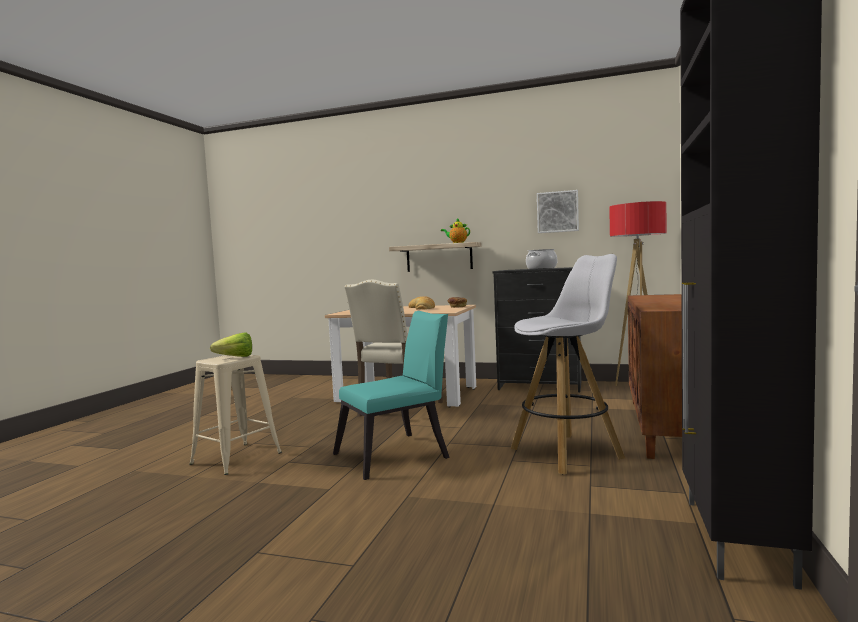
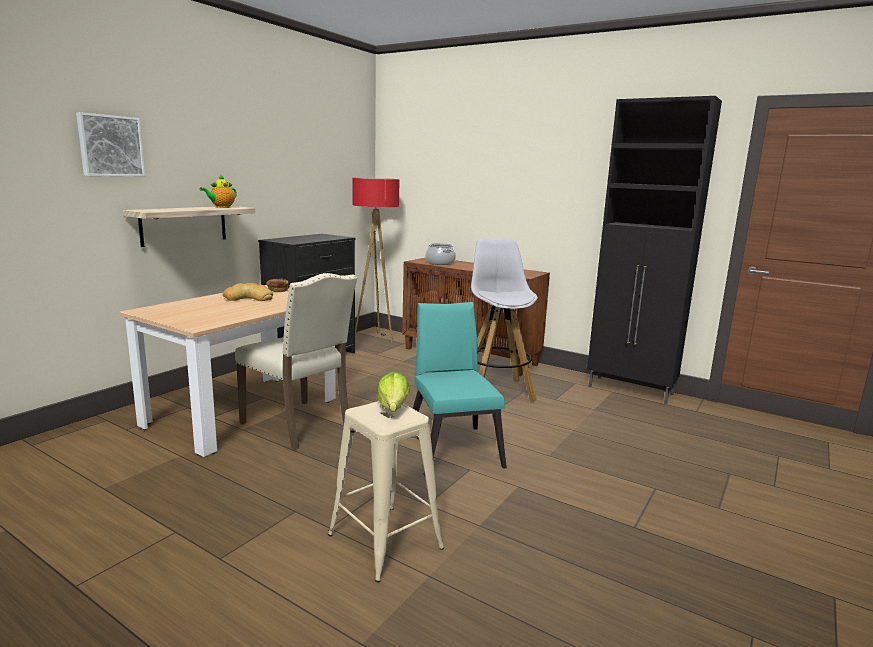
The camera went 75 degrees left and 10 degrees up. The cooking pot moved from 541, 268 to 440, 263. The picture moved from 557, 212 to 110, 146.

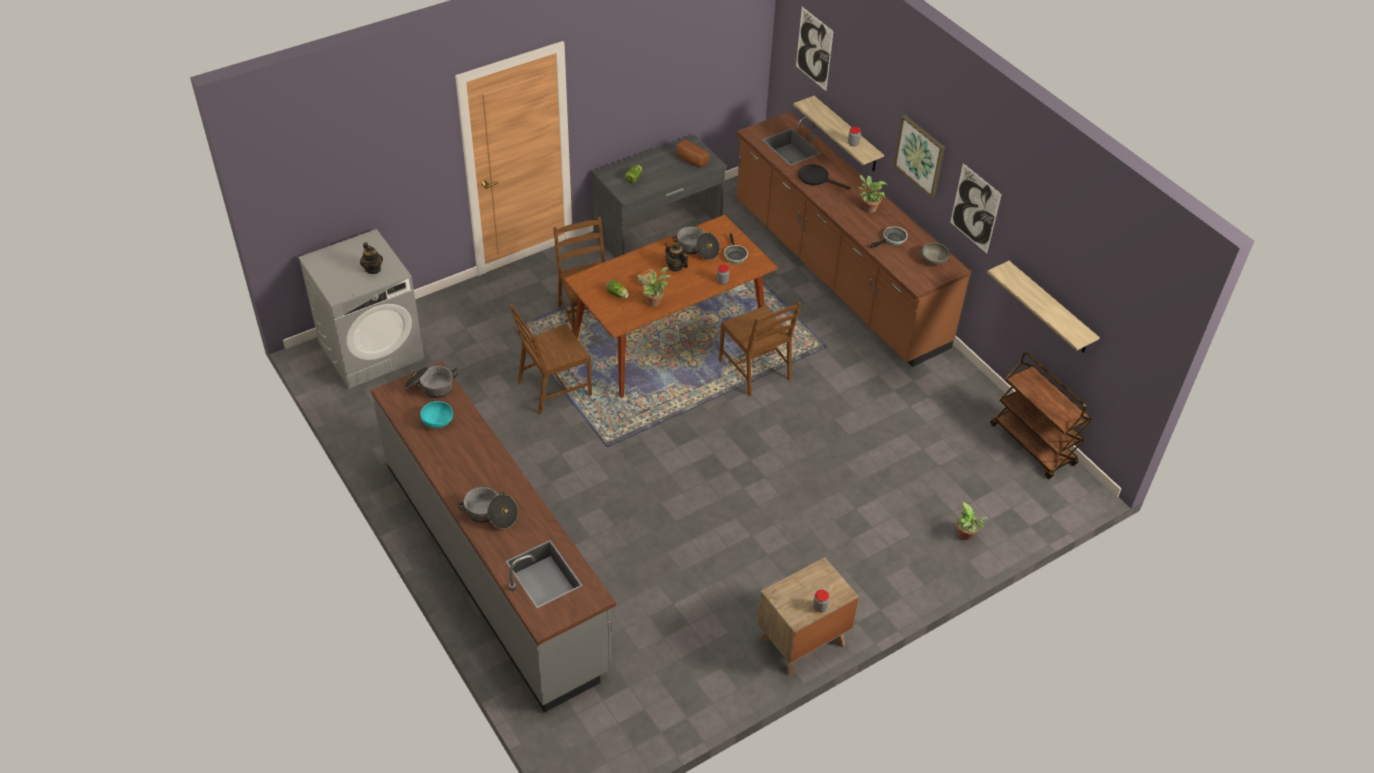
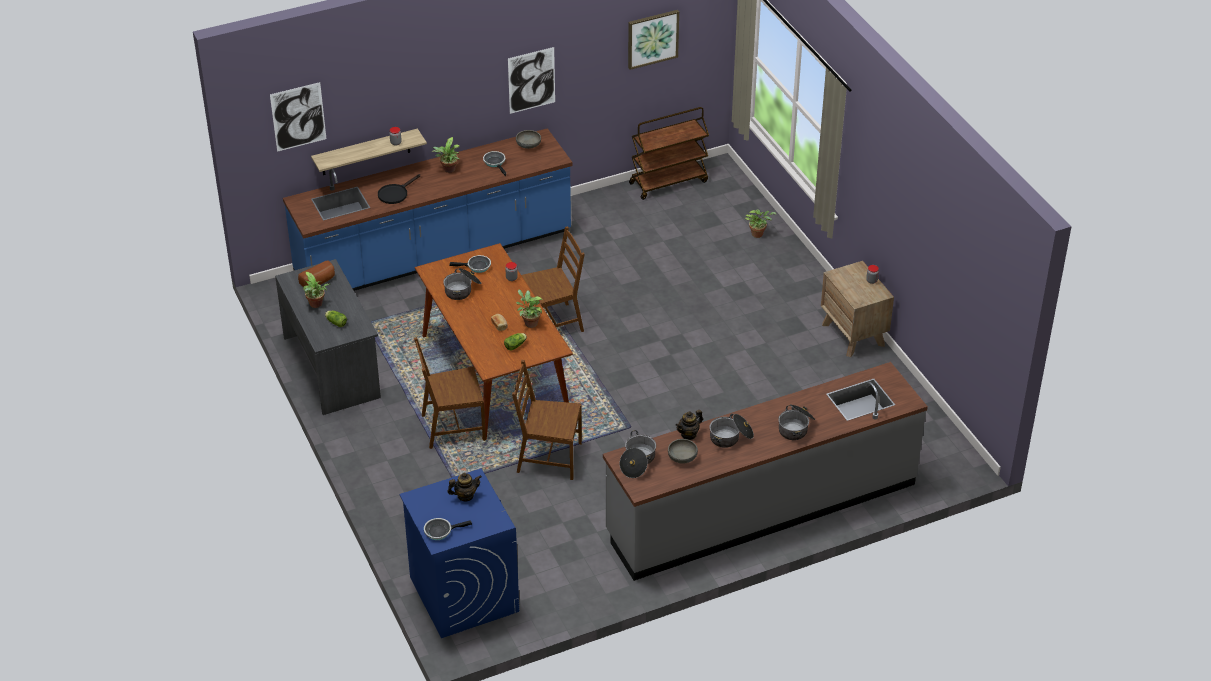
The camera went 80 degrees left and 5 degrees down. The shelf at 1050, 309 disappeared. The potted plant at 316, 305 appeared. The frying pan at 440, 531 appeared. The cooking pot at 731, 437 appeared. The teapot moved from 675, 267 to 689, 434. The picture moved from 920, 155 to 652, 38. The grey washing machine at 372, 350 became the blue washing machine at 463, 594. The turquoise bowl at 437, 421 became the grey bowl at 682, 457. The brown counter at 837, 274 became the blue counter at 434, 256. The brown chair at 554, 388 turned 120 degrees clockwise.

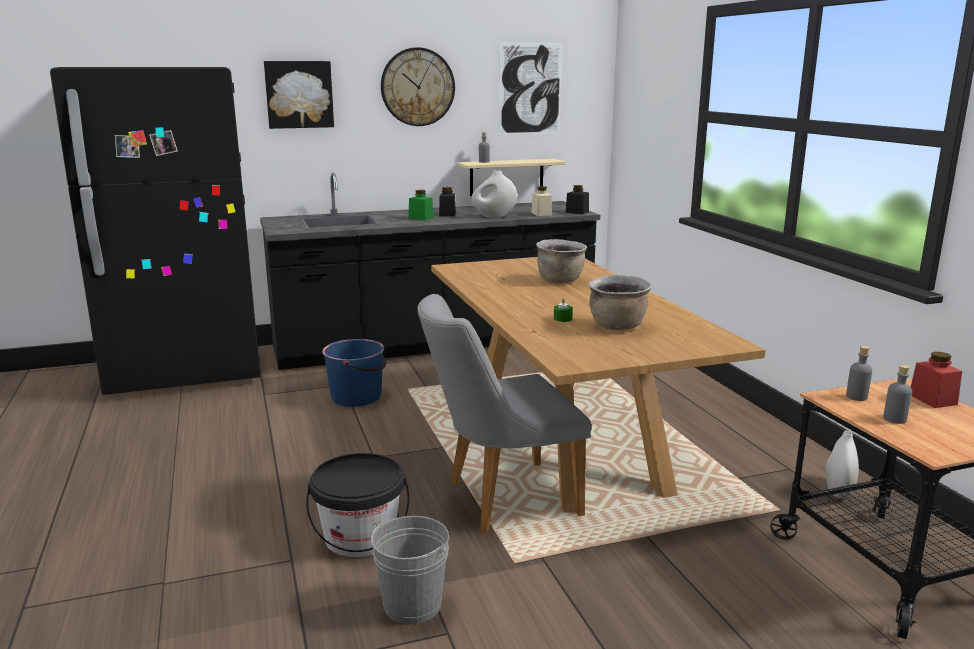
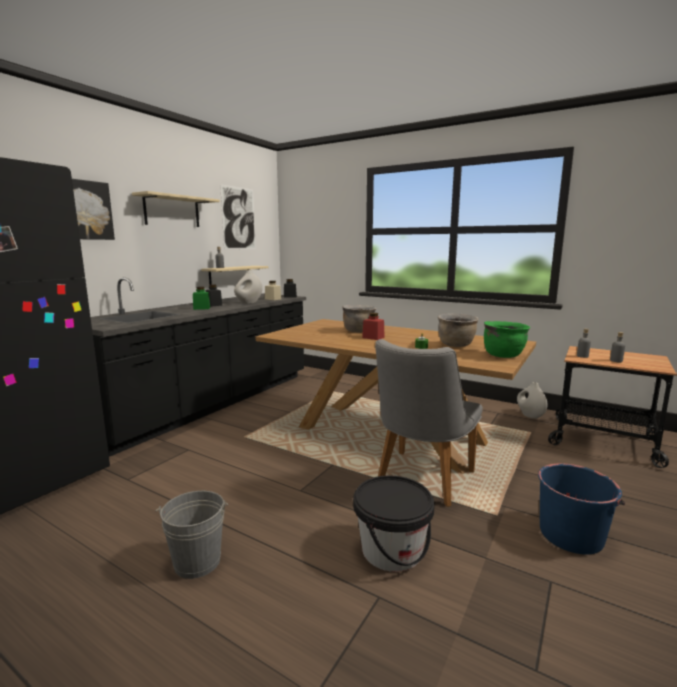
The camera went 40 degrees left and 5 degrees down. The green cooking pot at 503, 355 appeared. The blue bucket moved from 357, 397 to 571, 534. The grey bucket moved from 412, 605 to 197, 562. The red jar moved from 932, 399 to 373, 337. The wall clock at 417, 87 was replaced by the beige shelf at 172, 211.

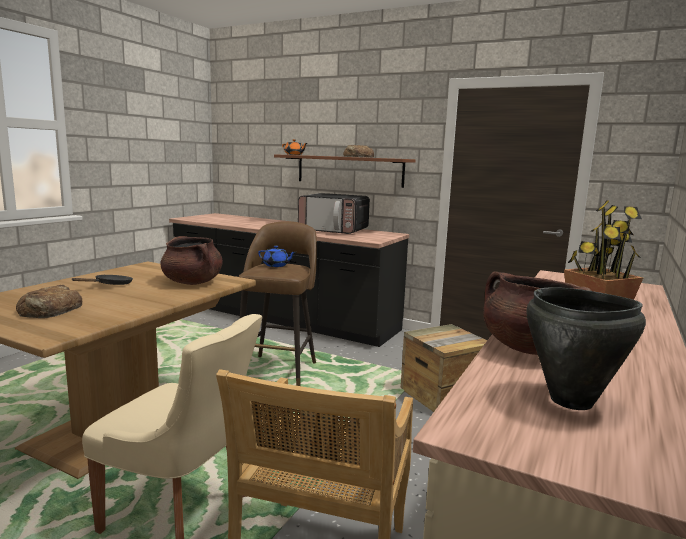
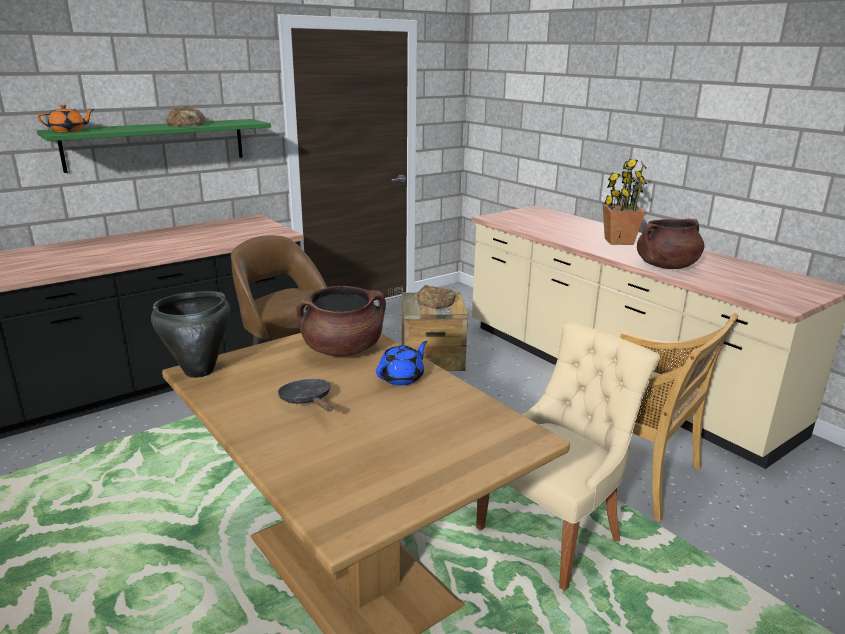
The camera went 65 degrees left and 10 degrees up. The microwave at 334, 230 disappeared. The bread moved from 50, 310 to 436, 302. The blue teapot moved from 276, 265 to 402, 378. The black cooking pot moved from 571, 401 to 200, 371. The brown shelf at 349, 170 became the green shelf at 156, 144.

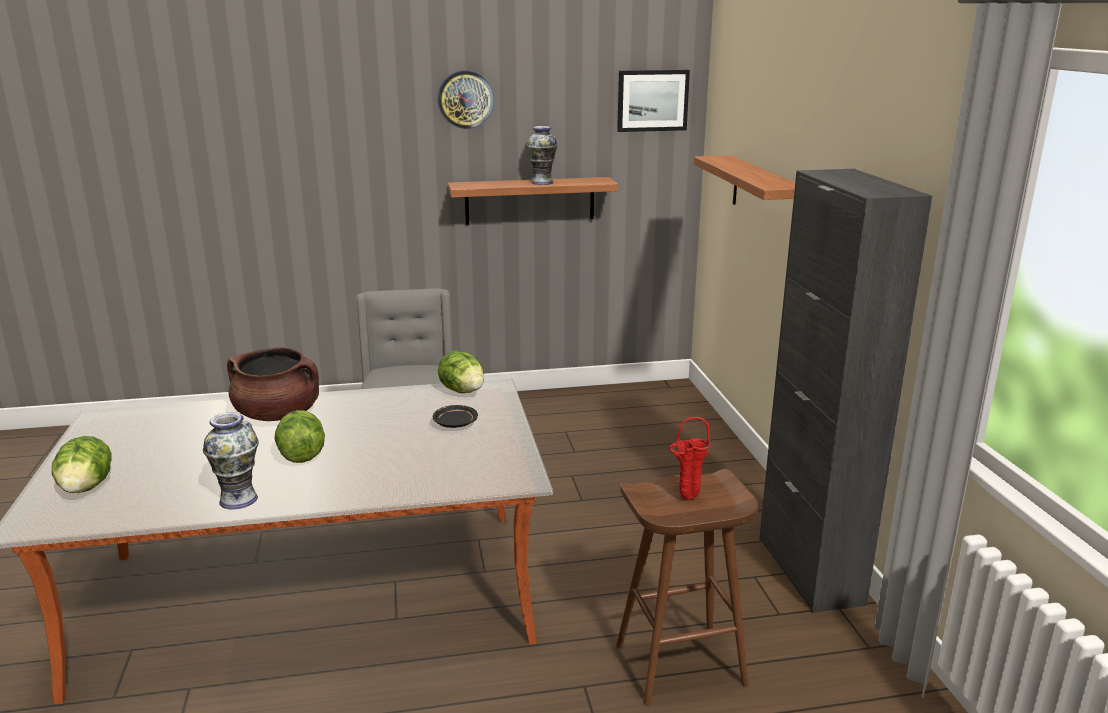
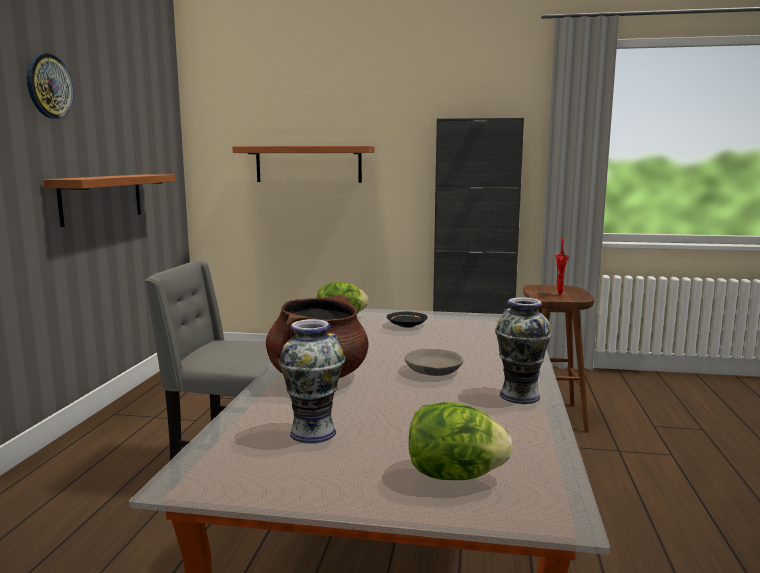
The camera went 70 degrees left and 10 degrees down. The picture at 652, 100 disappeared. The vase moved from 542, 182 to 313, 432. The lettuce at 301, 455 was replaced by the grey bowl at 433, 371.

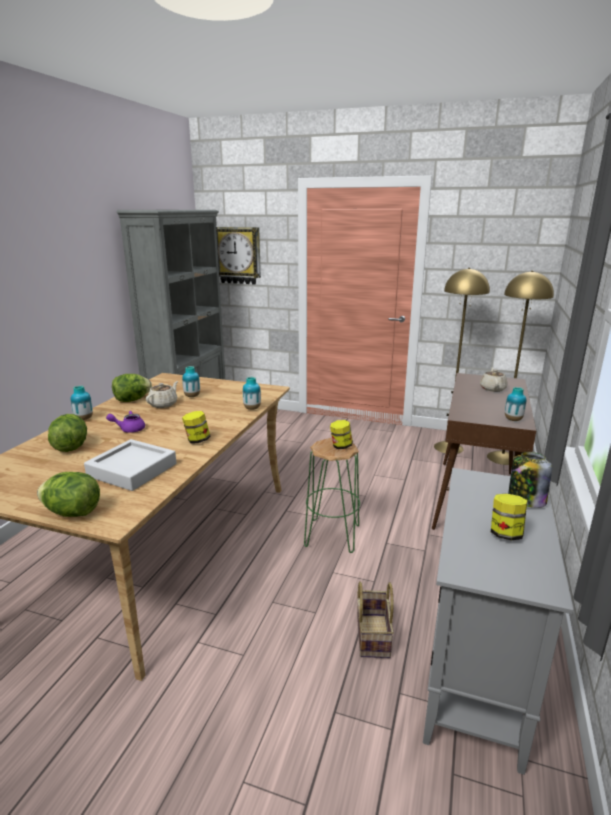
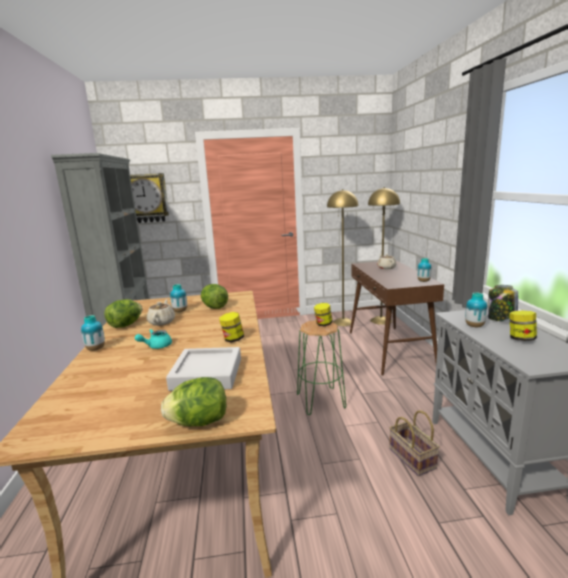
The camera went 25 degrees left and 5 degrees down. The lettuce moved from 71, 447 to 214, 307. The vase moved from 252, 408 to 474, 326. The purple teapot at 129, 429 became the turquoise teapot at 156, 346.

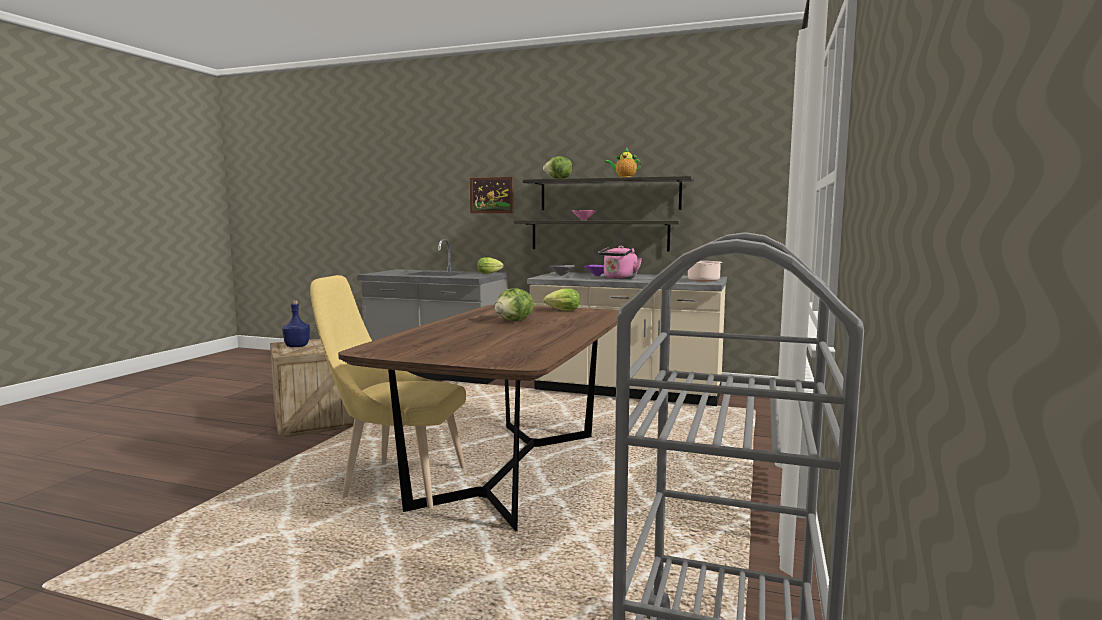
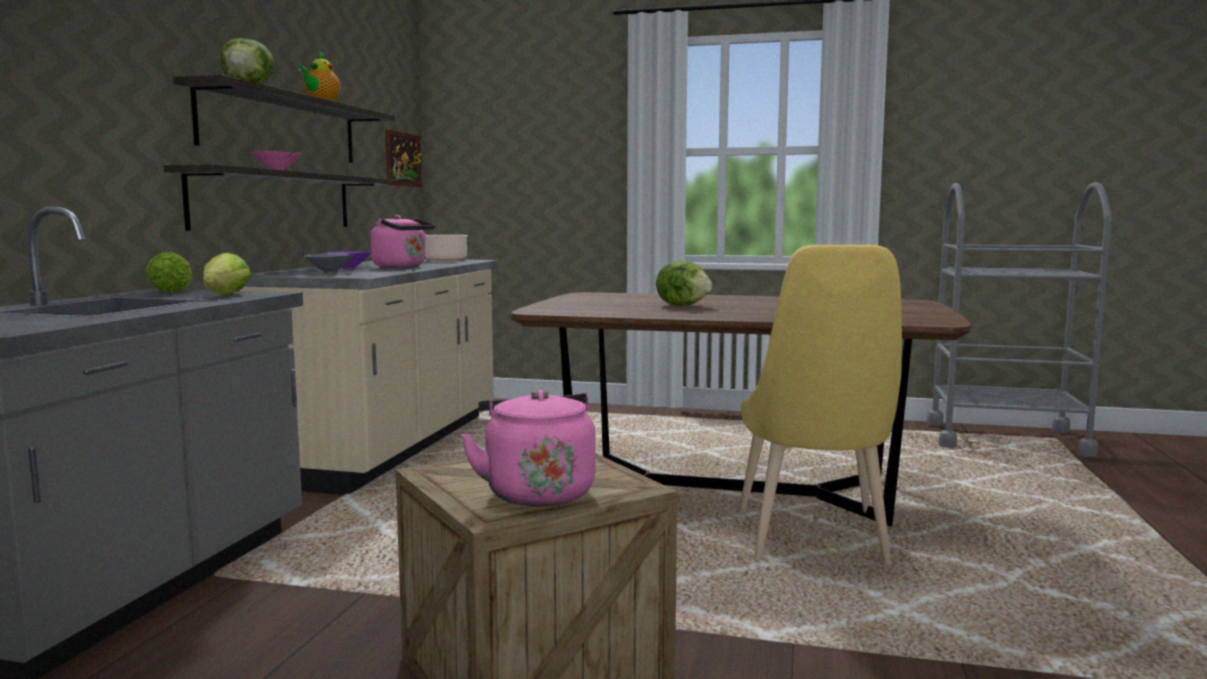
The camera went 95 degrees left and 0 degrees up. The picture moved from 491, 195 to 402, 159. The lettuce moved from 561, 310 to 224, 295. The blue bottle at 297, 346 was replaced by the pink kettle at 537, 492.

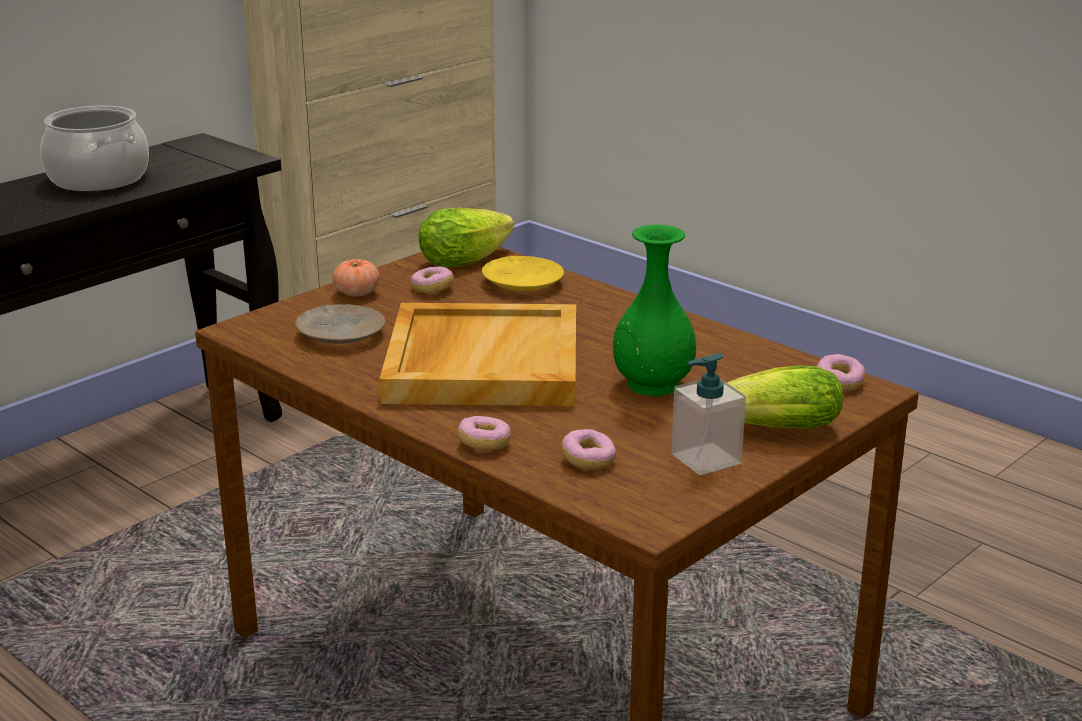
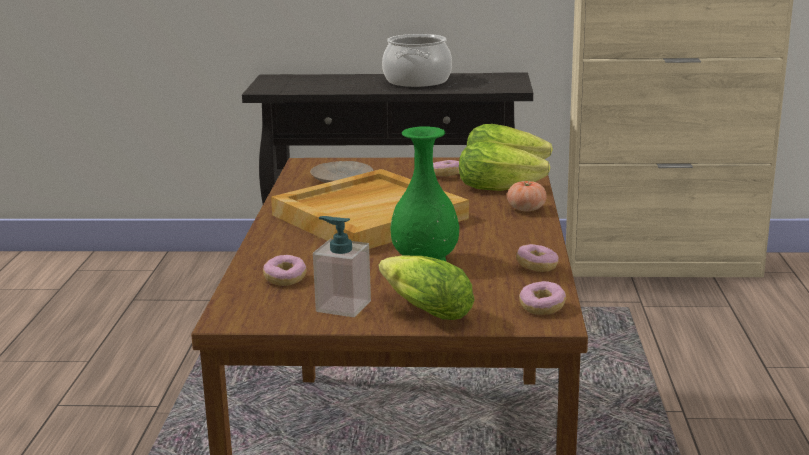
The camera went 50 degrees right and 5 degrees down. The tomato moved from 357, 293 to 526, 209. The donut moved from 484, 444 to 537, 267. The yellow plate at 522, 282 was replaced by the lettuce at 504, 188.

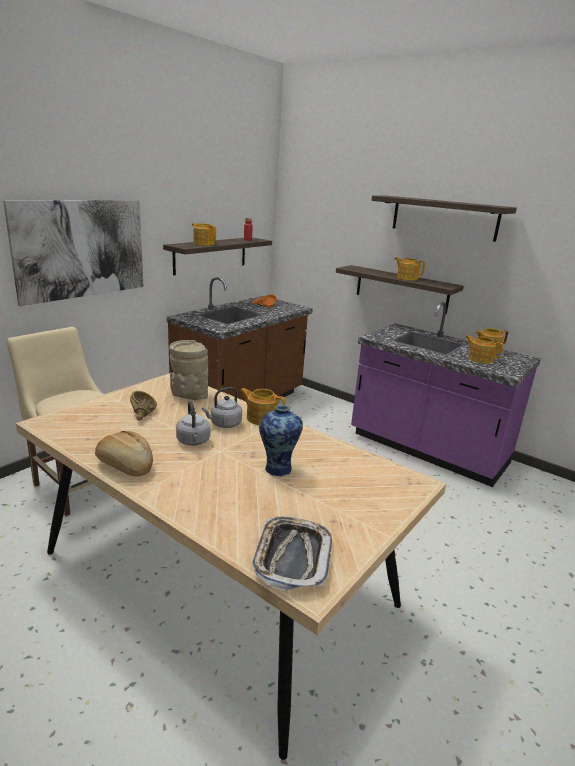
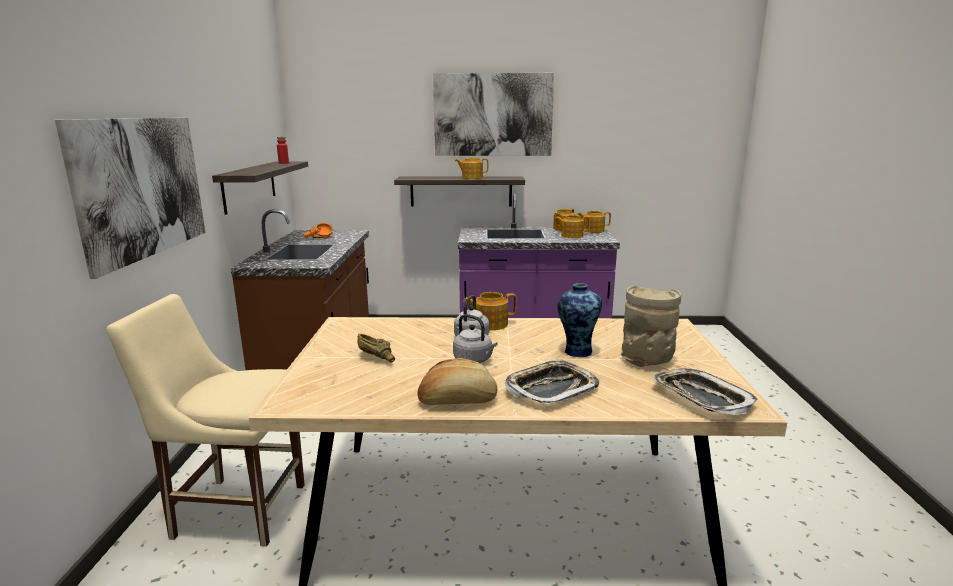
The camera went 35 degrees left and 5 degrees down. The tray at 551, 388 appeared. The beige vase moved from 188, 395 to 646, 361. The teapot moved from 204, 244 to 593, 230. The shelf at 444, 218 was replaced by the picture at 493, 115.

